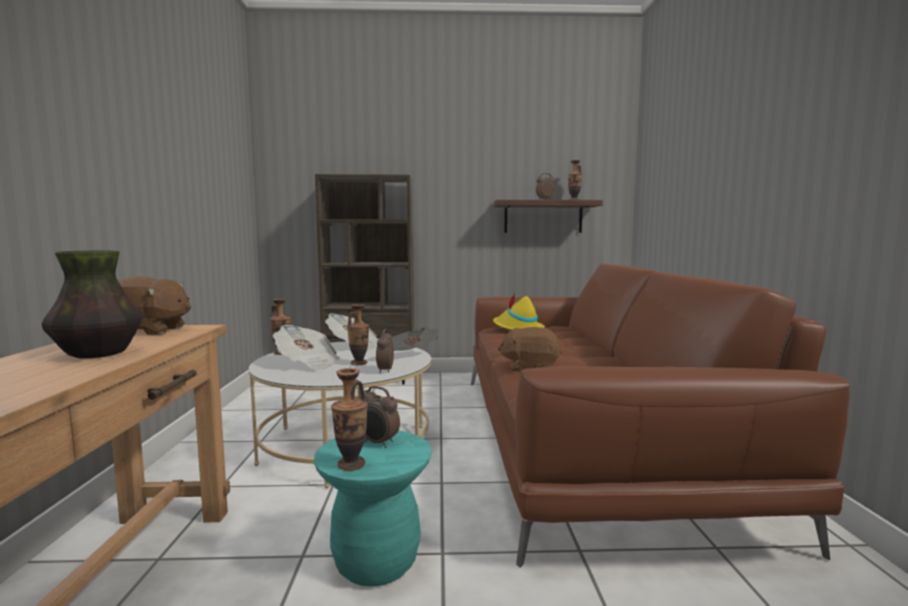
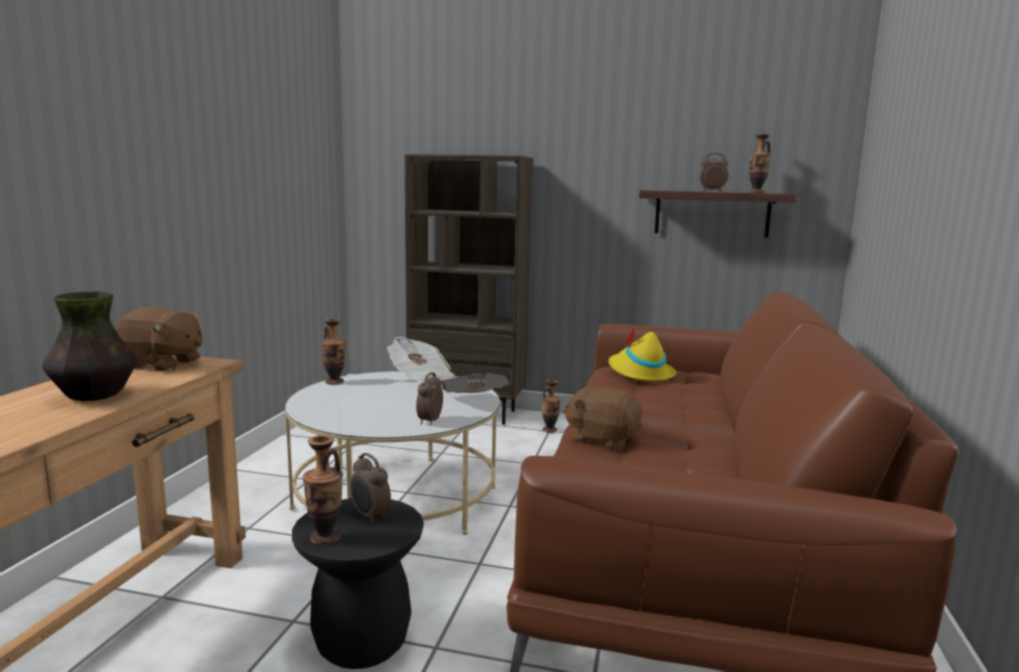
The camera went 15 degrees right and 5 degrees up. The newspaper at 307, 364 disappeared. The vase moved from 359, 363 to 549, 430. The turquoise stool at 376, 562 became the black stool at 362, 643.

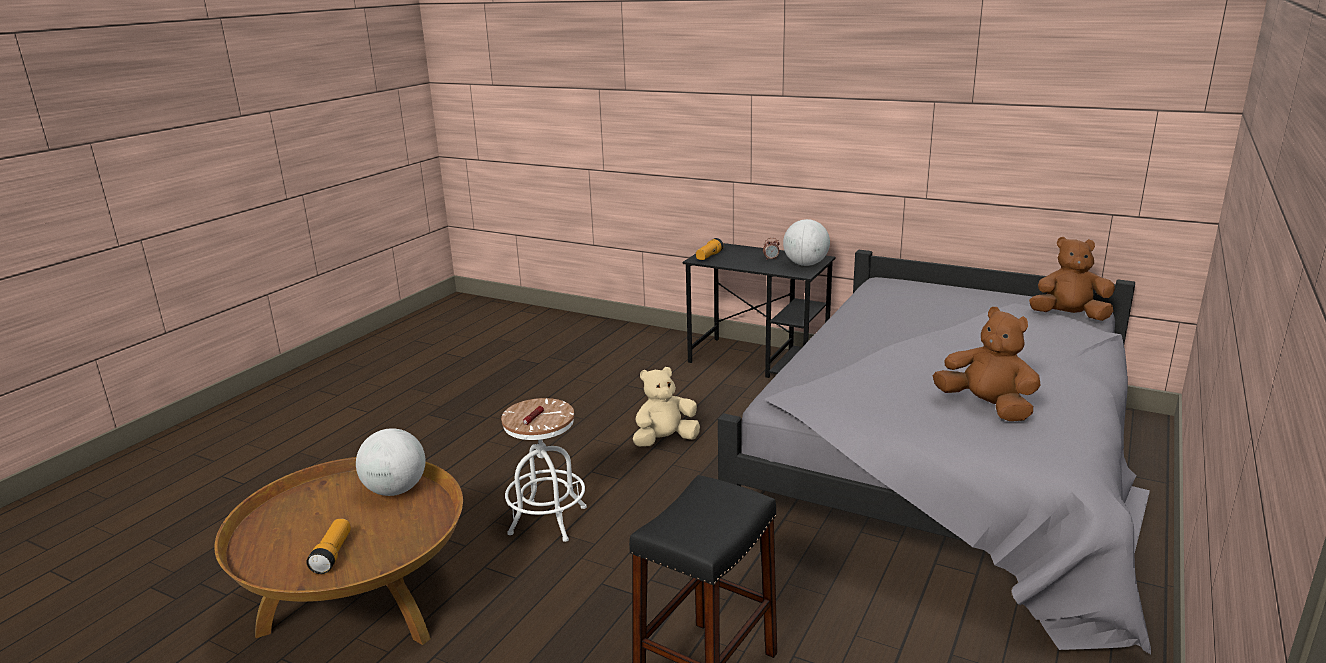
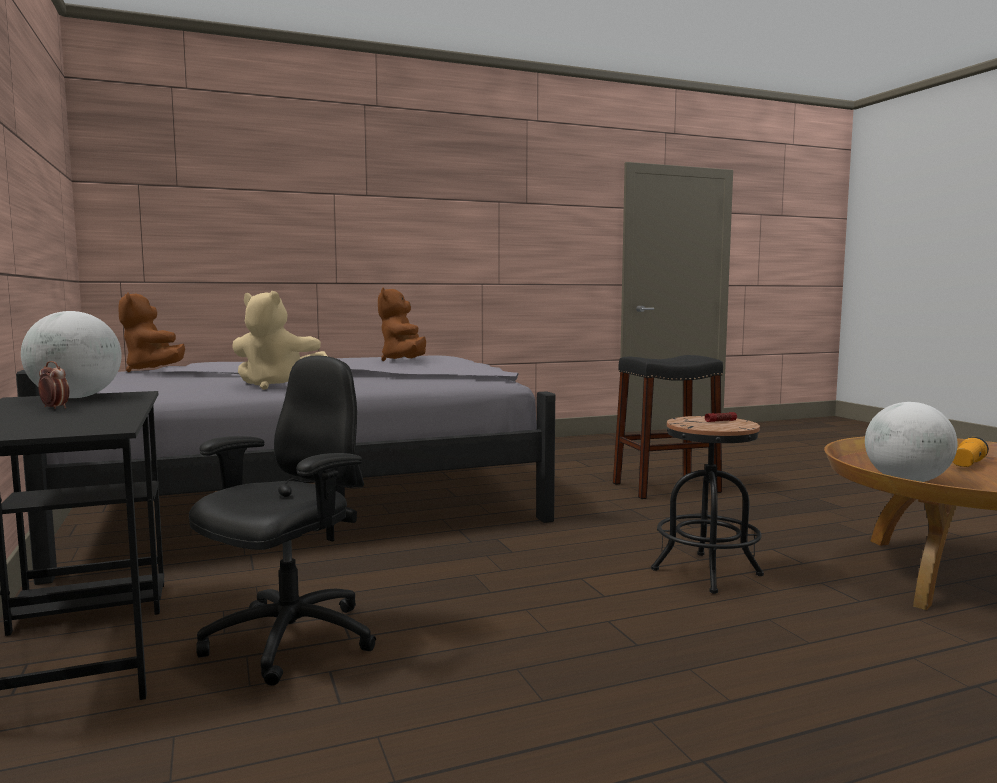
The camera went 140 degrees left and 15 degrees down. The flashlight at 709, 256 disappeared. The black office chair at 288, 641 appeared. The beige plush toy moved from 665, 441 to 277, 386. The white stool at 548, 520 became the black stool at 706, 572.

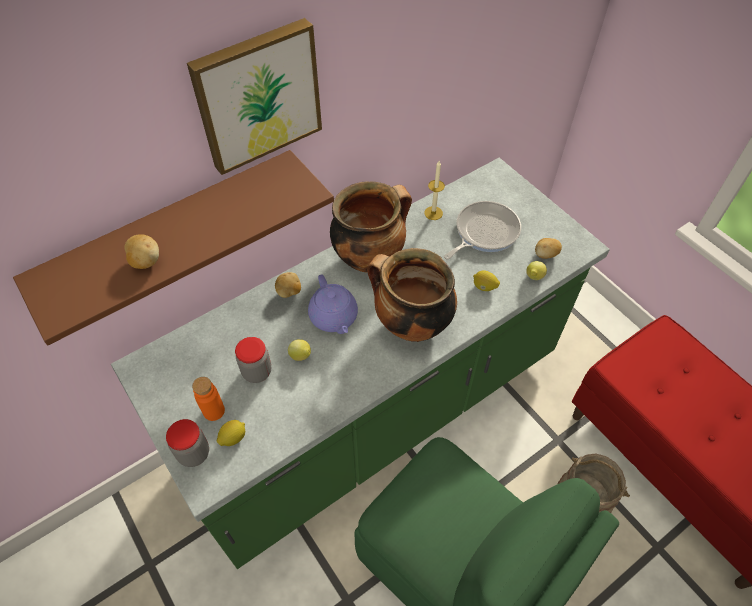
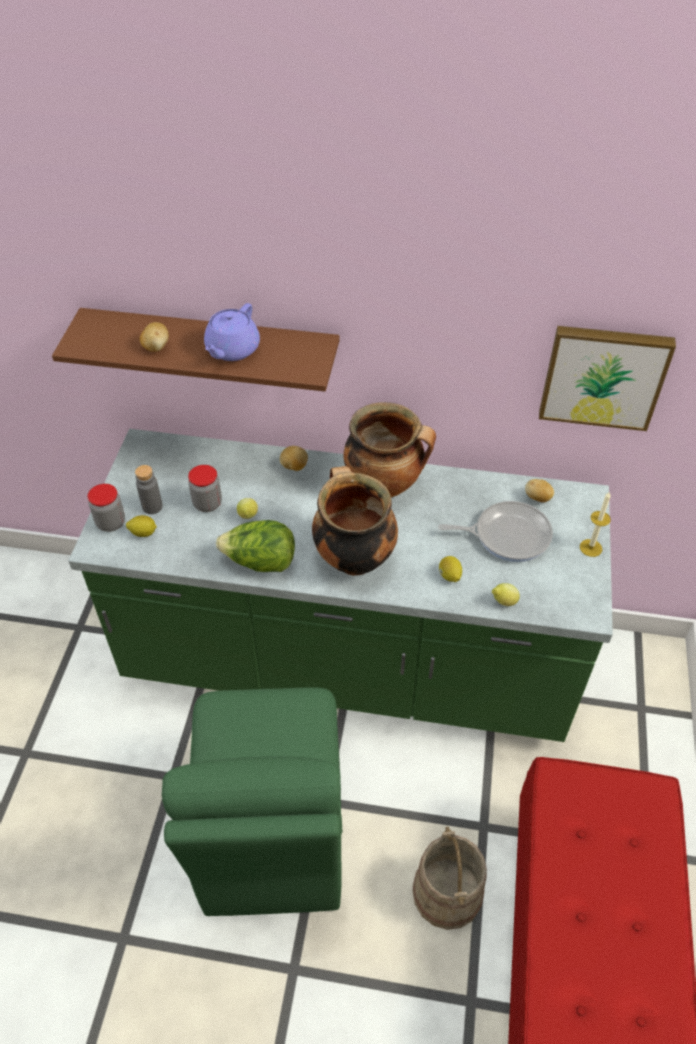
The camera went 45 degrees right and 5 degrees down. The lettuce at 260, 562 appeared. The picture moved from 257, 95 to 603, 375. The purple teapot moved from 334, 317 to 232, 350. The candle moved from 433, 213 to 590, 548. The potato moved from 545, 255 to 537, 498. The orange bottle at 214, 411 became the grey bottle at 152, 506.

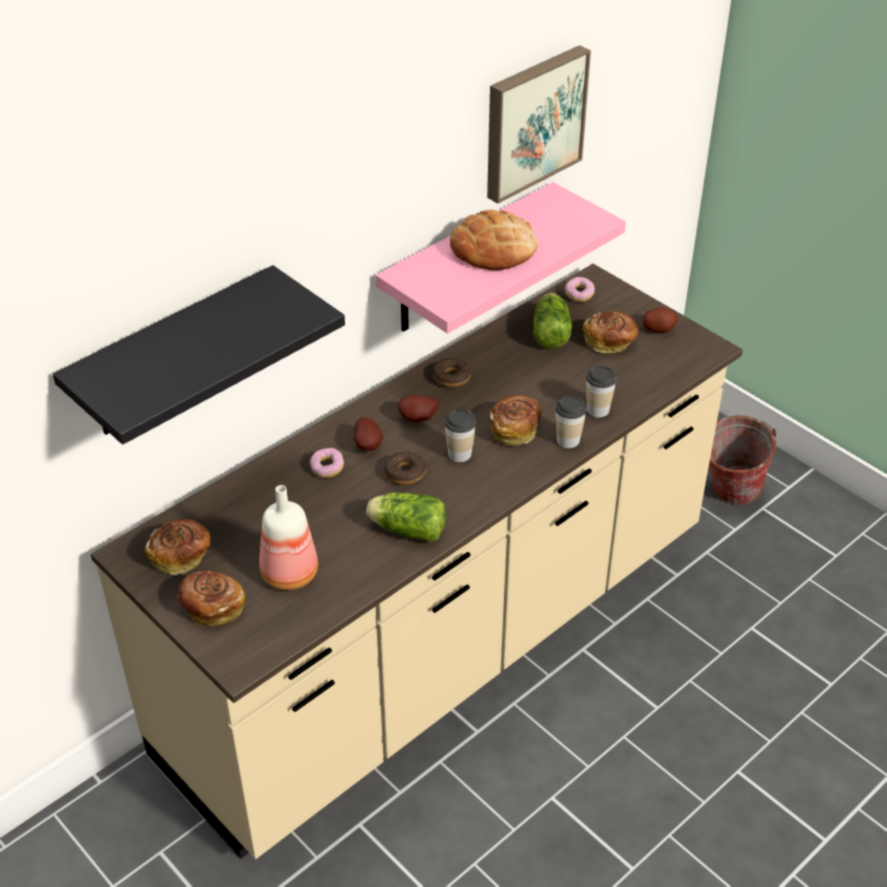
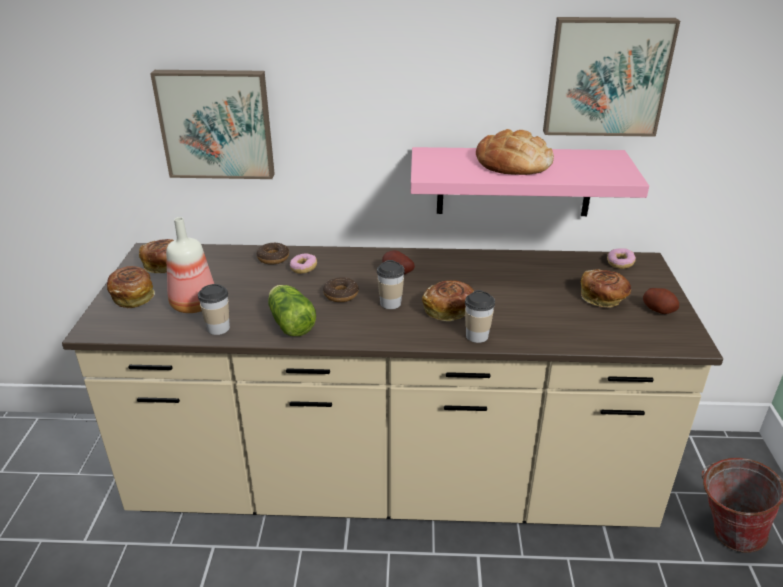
The camera went 45 degrees right and 10 degrees down. The potato at 369, 445 disappeared. The lettuce at 550, 332 disappeared. The donut moved from 451, 377 to 273, 258. The cup moved from 598, 410 to 218, 328. The black shelf at 174, 355 was replaced by the picture at 217, 123.

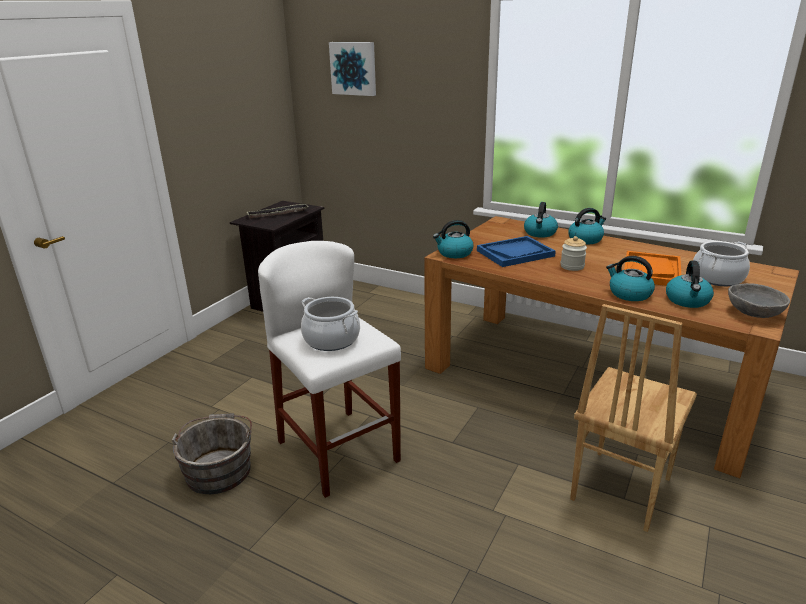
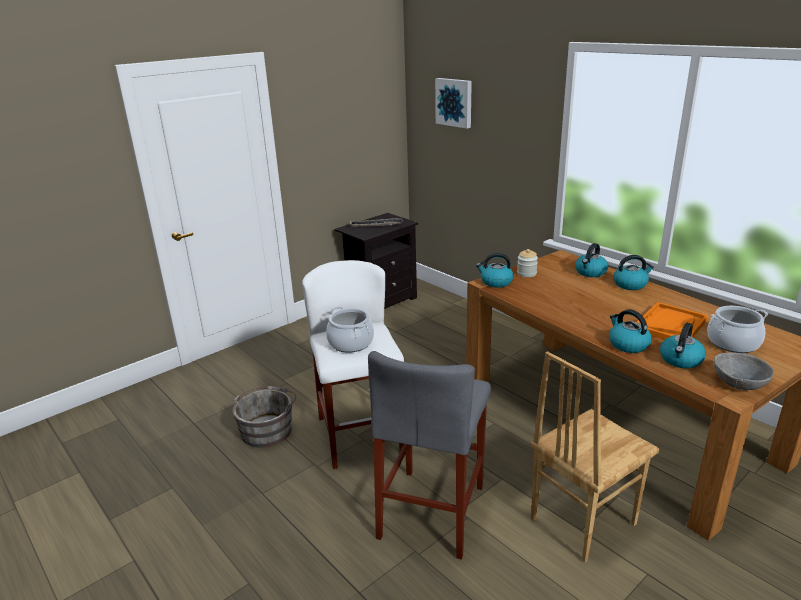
The camera went 20 degrees right and 0 degrees up. The blue tray at 515, 253 disappeared. The grey stool at 432, 511 appeared. The jar moved from 572, 266 to 526, 273.

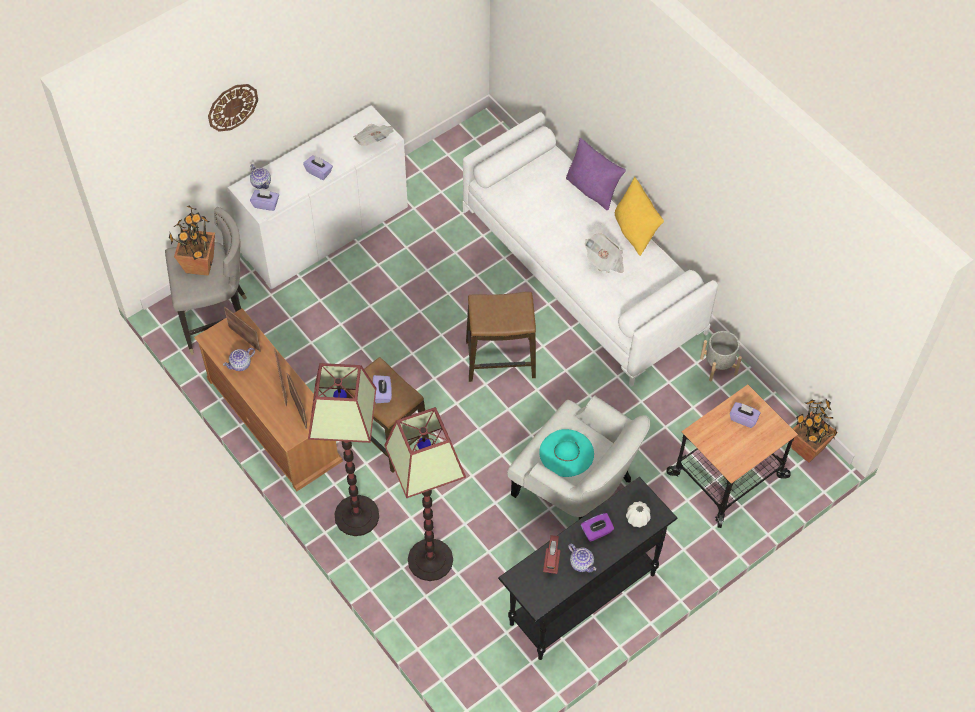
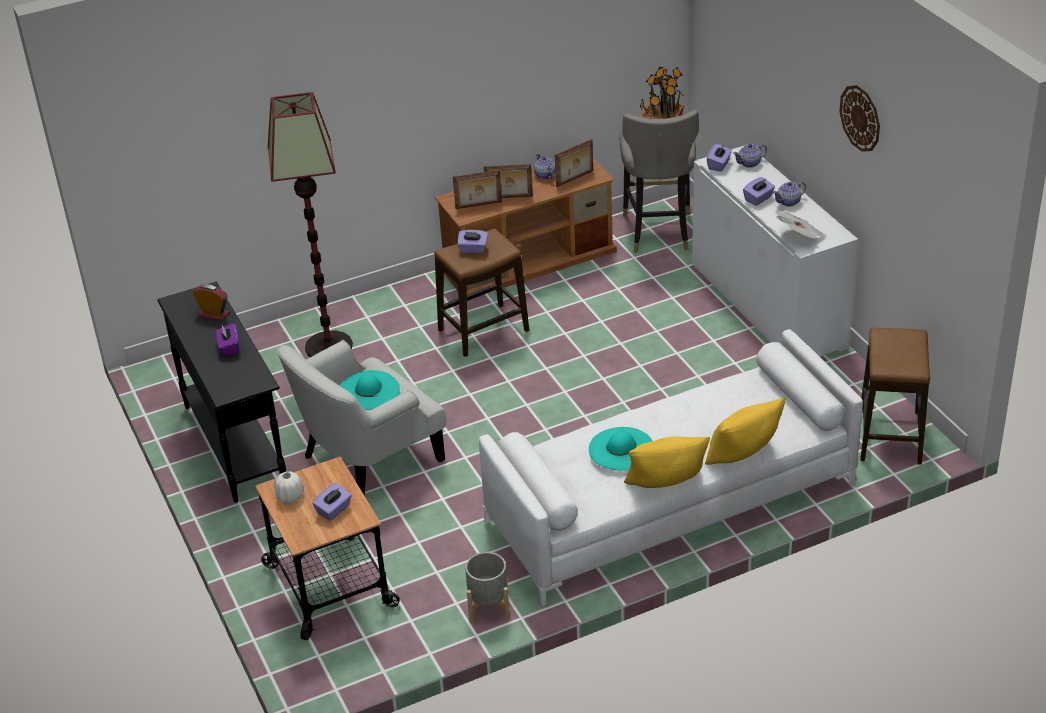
The camera went 105 degrees right and 20 degrees down. The floor lamp at 356, 515 disappeared. The potted plant at 807, 449 disappeared. The wall clock moved from 232, 107 to 860, 118. The stool moved from 500, 359 to 890, 436. The teapot moved from 581, 563 to 789, 202. The white vase moved from 637, 518 to 290, 496. The newspaper at 604, 261 was replaced by the turquoise hat at 621, 449. The purple pillow at 592, 190 became the yellow pillow at 742, 456.

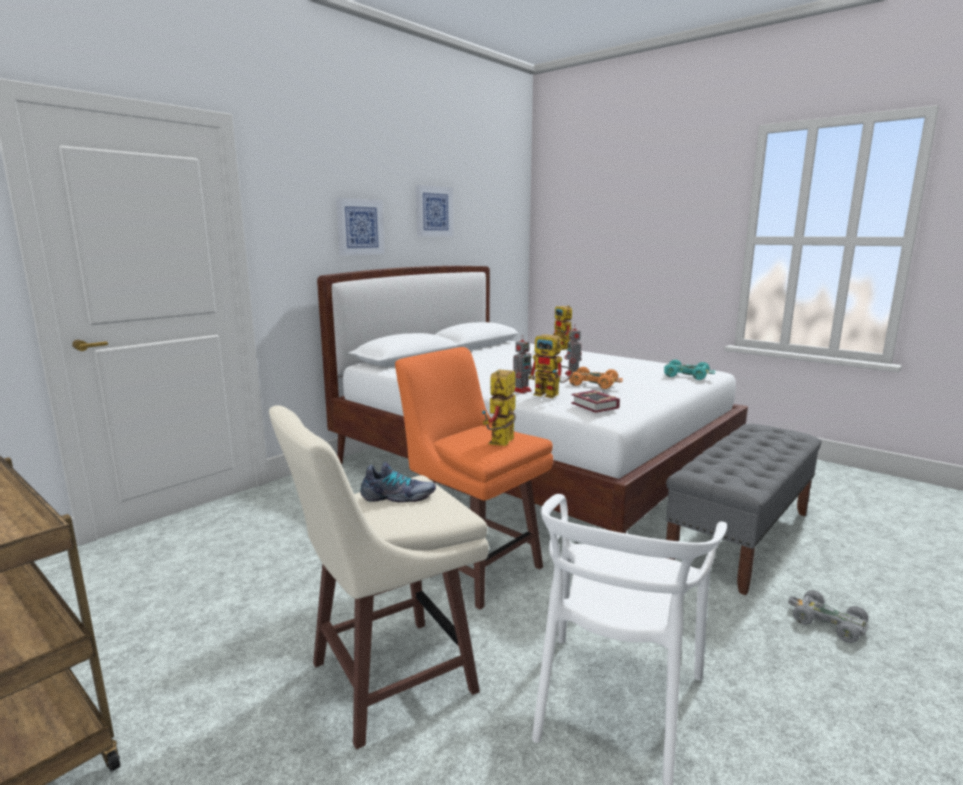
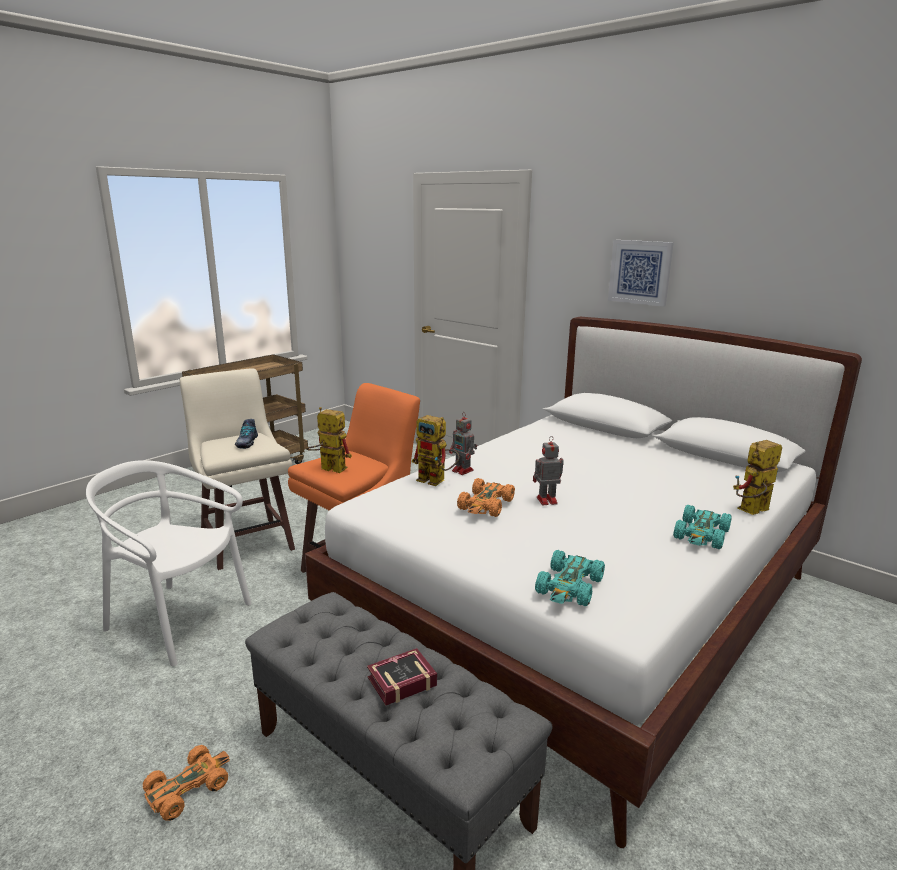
The camera went 90 degrees right and 5 degrees up. The picture at 433, 211 disappeared. The turquoise toy car at 701, 535 appeared. The book moved from 595, 406 to 398, 681. The grey toy car at 827, 623 became the orange toy car at 188, 787. The toy robot at 552, 395 turned 90 degrees counterclockwise.

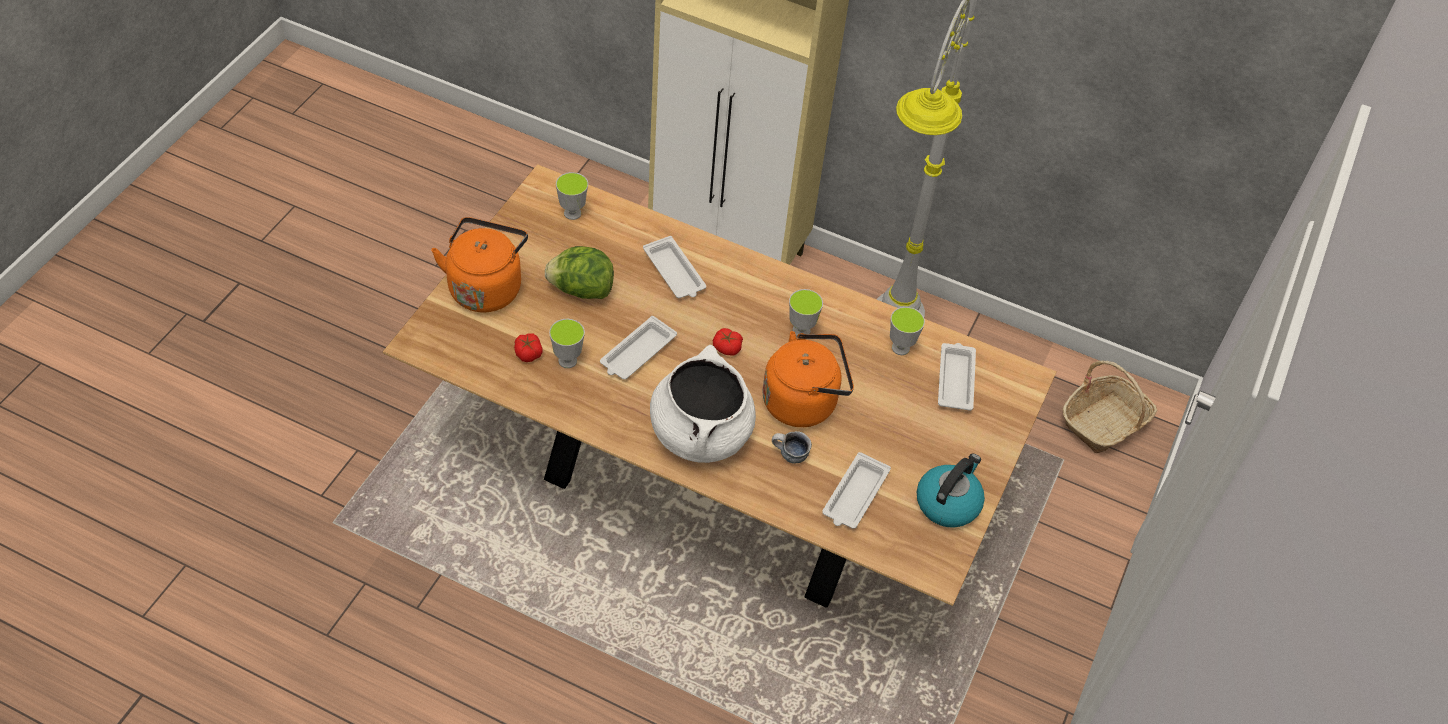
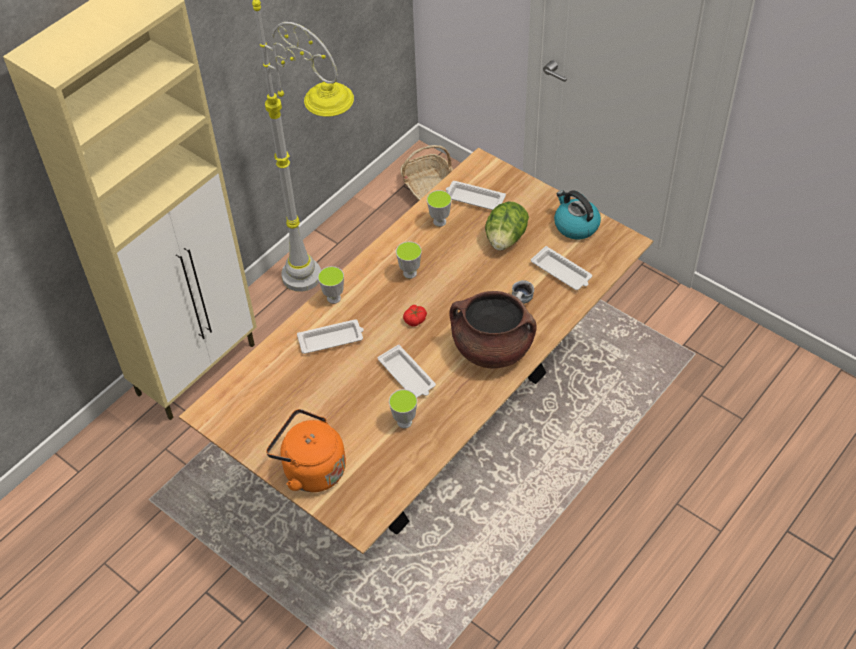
The camera went 70 degrees left and 0 degrees up. The tomato at 528, 353 disappeared. The orange kettle at 804, 401 disappeared. The lettuce moved from 581, 290 to 505, 239. The cup moved from 572, 213 to 333, 298. The white cooking pot at 700, 433 became the brown cooking pot at 492, 349.

